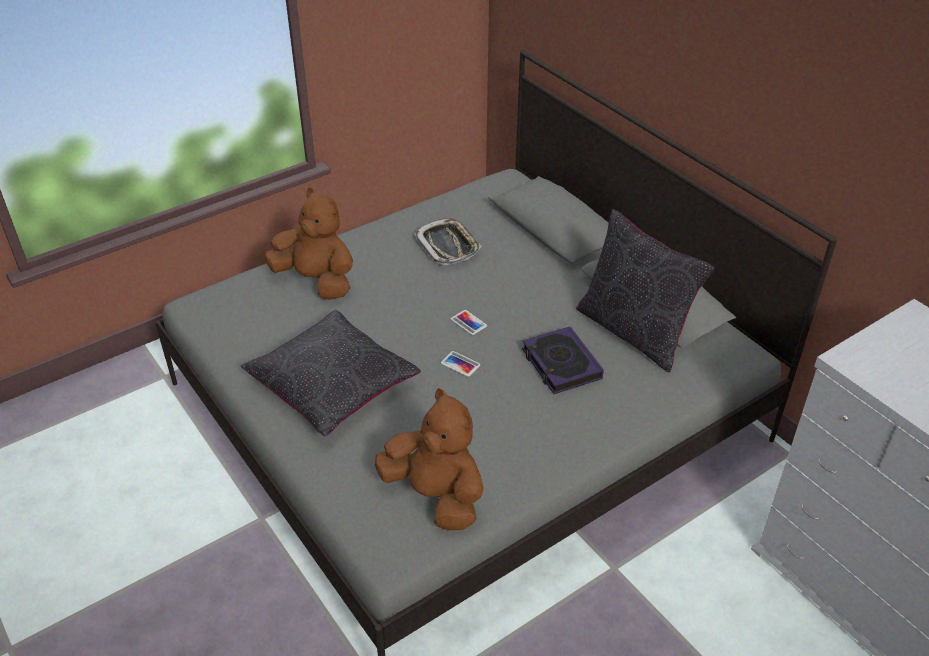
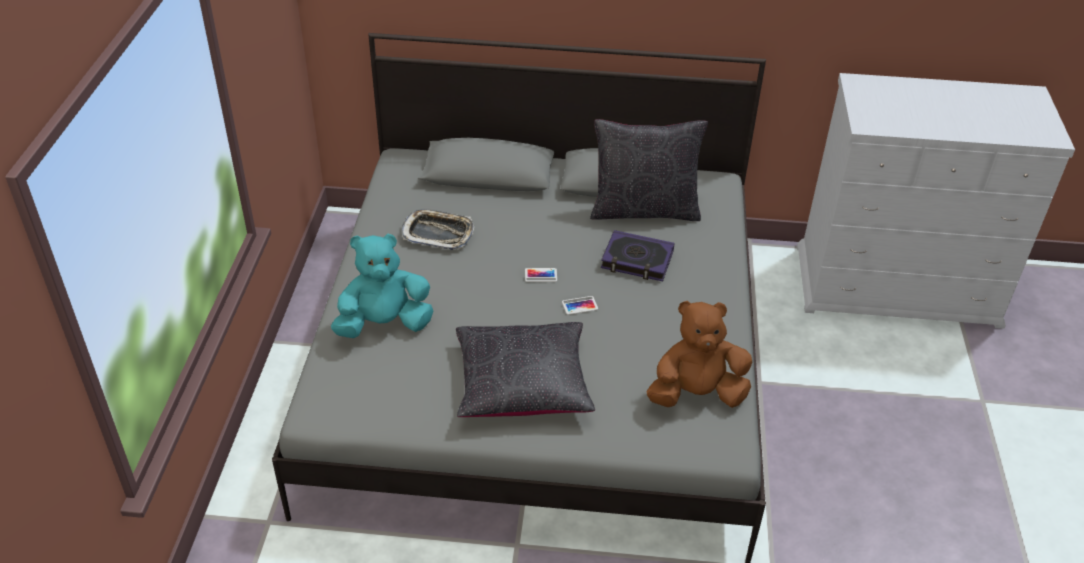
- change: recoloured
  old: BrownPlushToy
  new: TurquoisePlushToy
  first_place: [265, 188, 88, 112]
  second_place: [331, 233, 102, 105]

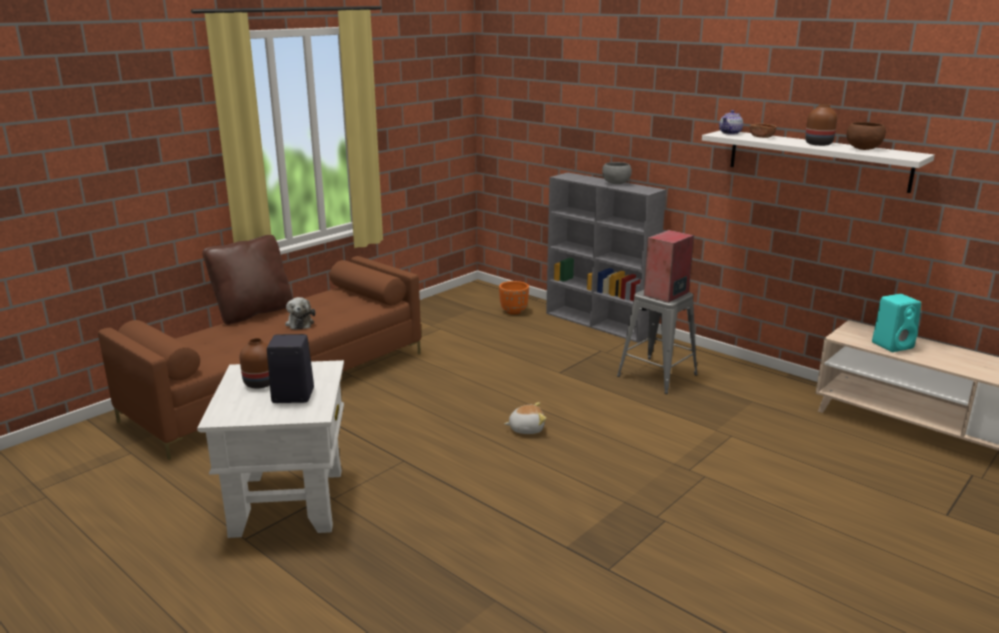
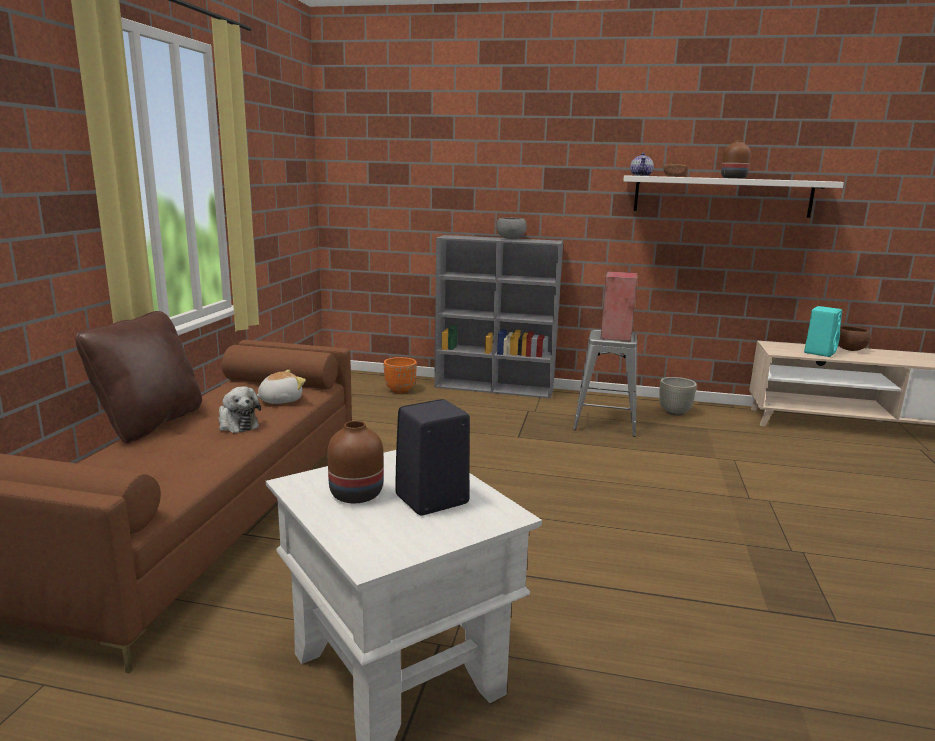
- change: moved
  old: BrownBowl
  first_place: [847, 122, 39, 28]
  second_place: [838, 326, 33, 25]
- change: moved
  old: PlushToy
  first_place: [504, 402, 42, 32]
  second_place: [257, 370, 49, 34]
- change: added
  new: GreyPlanter
  second_place: [659, 377, 38, 39]

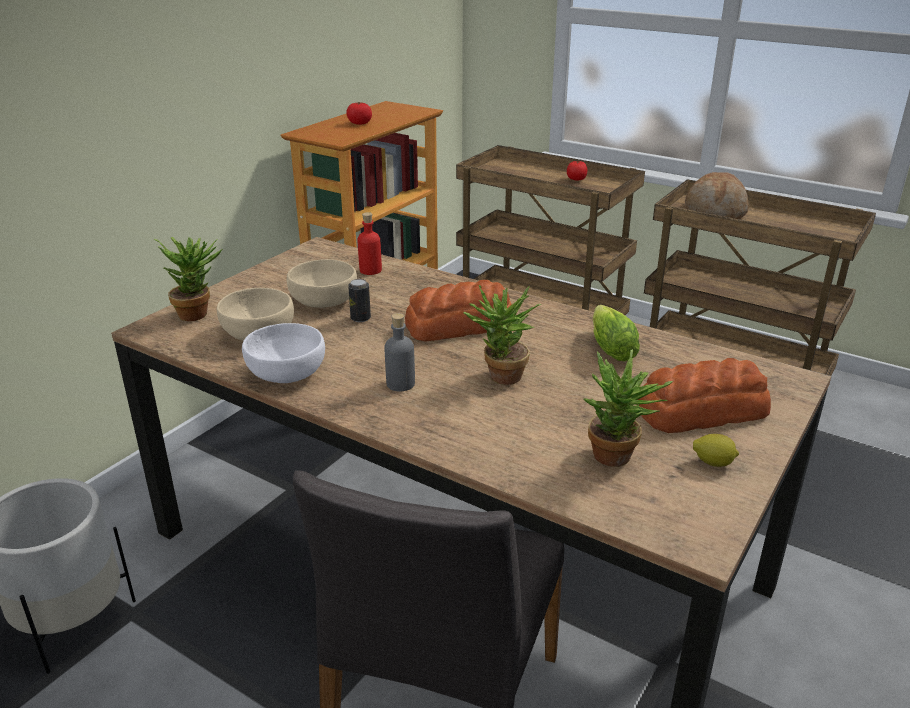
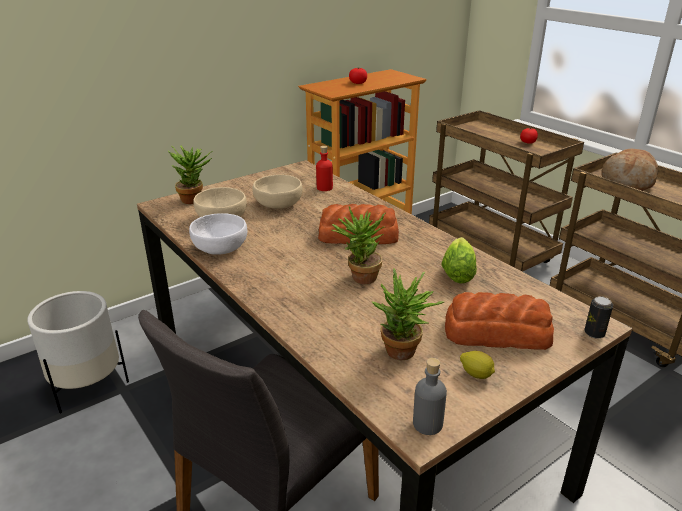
- change: moved
  old: Can
  first_place: [348, 279, 23, 43]
  second_place: [584, 296, 29, 42]
- change: moved
  old: GreyBottle
  first_place: [384, 313, 31, 79]
  second_place: [413, 358, 34, 77]

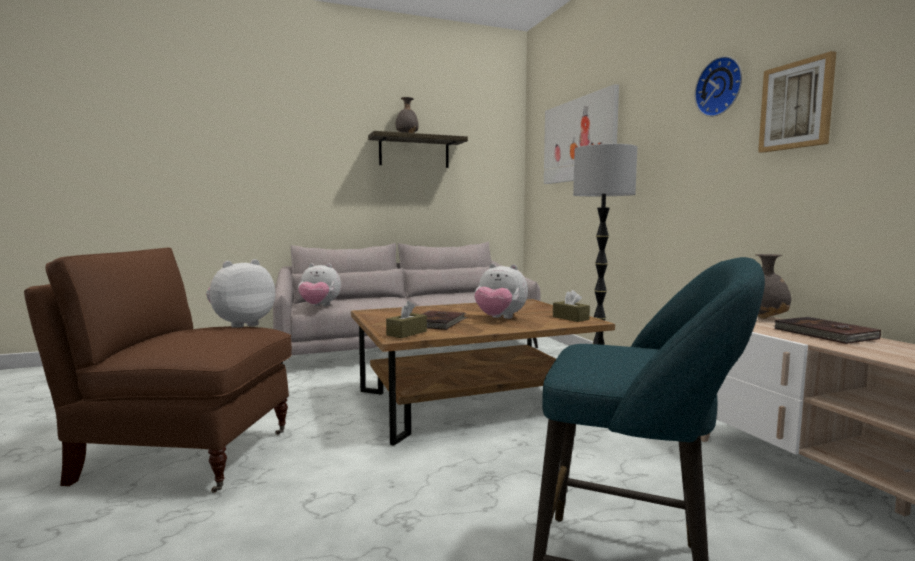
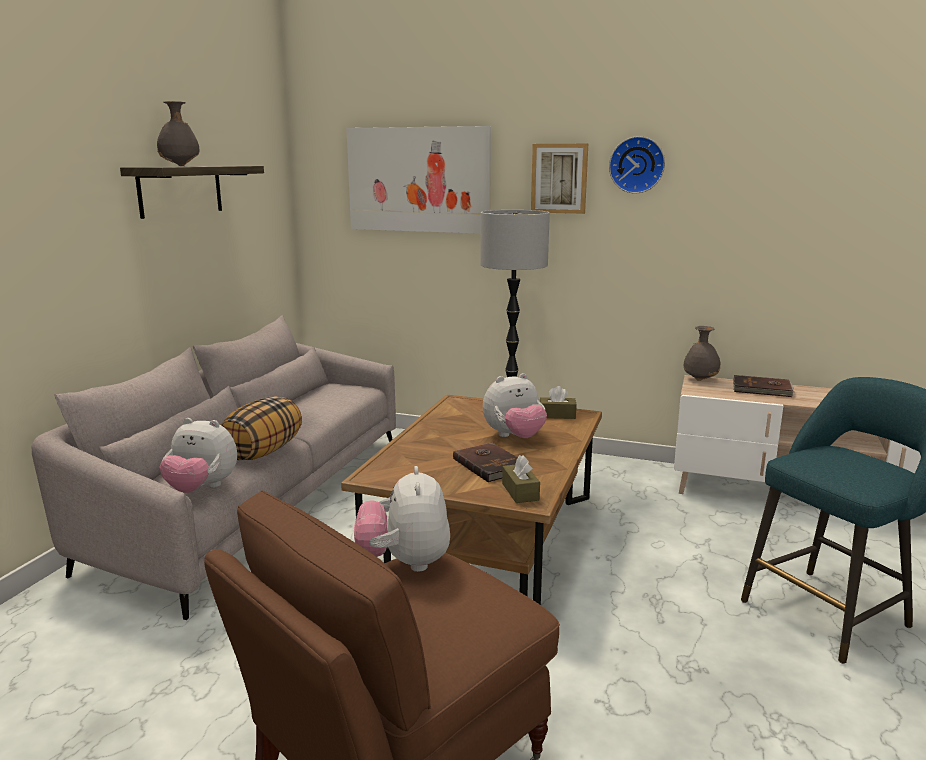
- change: moved
  old: Picture
  first_place: [758, 51, 78, 102]
  second_place: [531, 144, 57, 70]
- change: turned
  old: PlushToy
  first_place: [298, 263, 43, 43]
  second_place: [160, 418, 77, 75]
  degrees: 60
- change: added
  new: Pillow
  second_place: [221, 396, 81, 64]

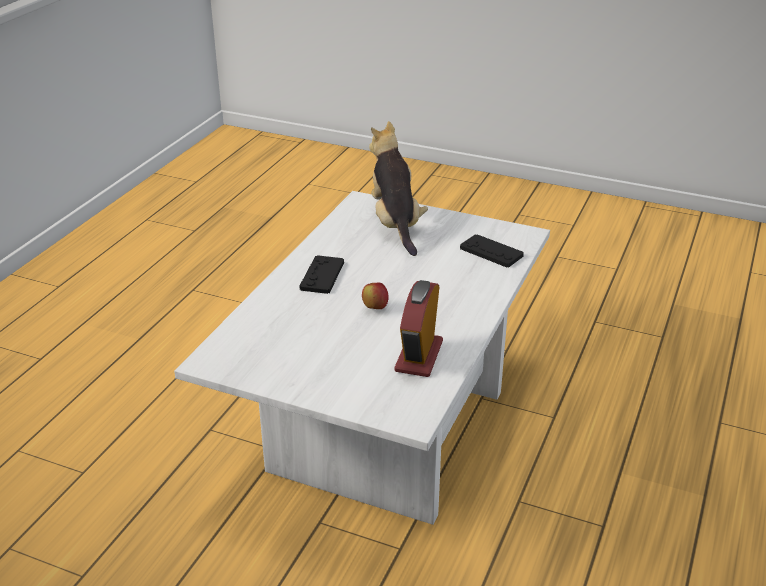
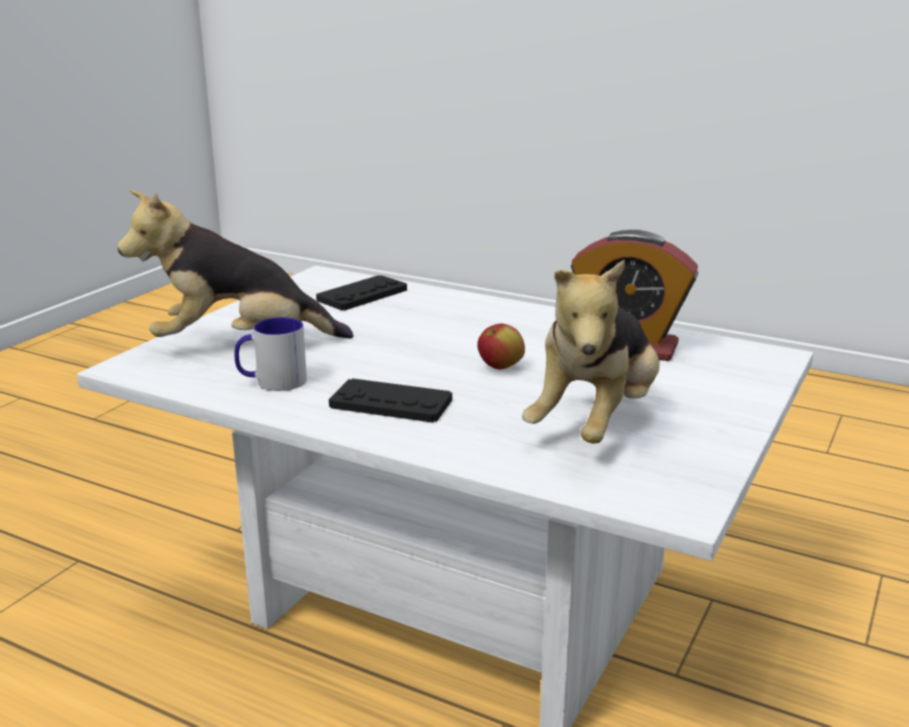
- change: added
  new: PlushToy
  second_place: [522, 259, 137, 185]
- change: added
  new: Mug
  second_place: [234, 317, 73, 74]

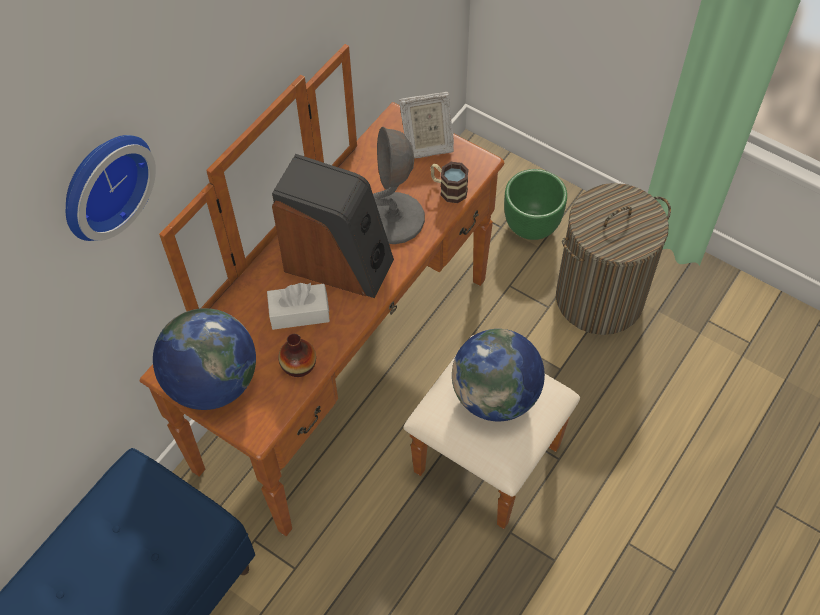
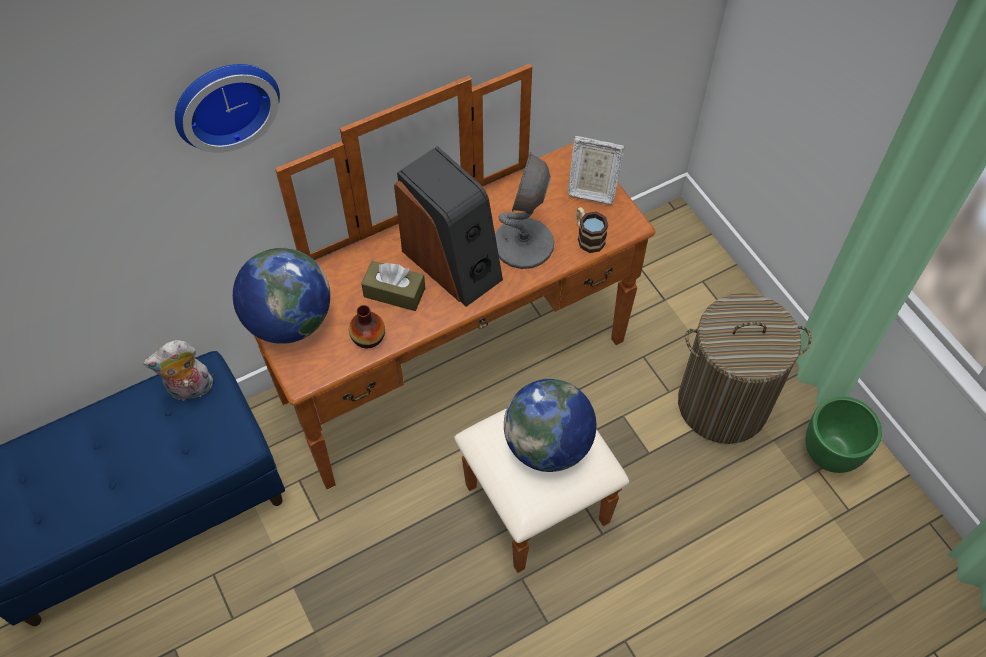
- change: moved
  old: GreenPlanter
  first_place: [504, 169, 63, 71]
  second_place: [805, 396, 77, 77]
- change: recoloured
  old: WhiteTissueBox
  new: BrownTissueBox
  first_place: [267, 283, 63, 47]
  second_place: [361, 261, 64, 50]
- change: added
  new: PlushToy
  second_place: [143, 340, 70, 61]

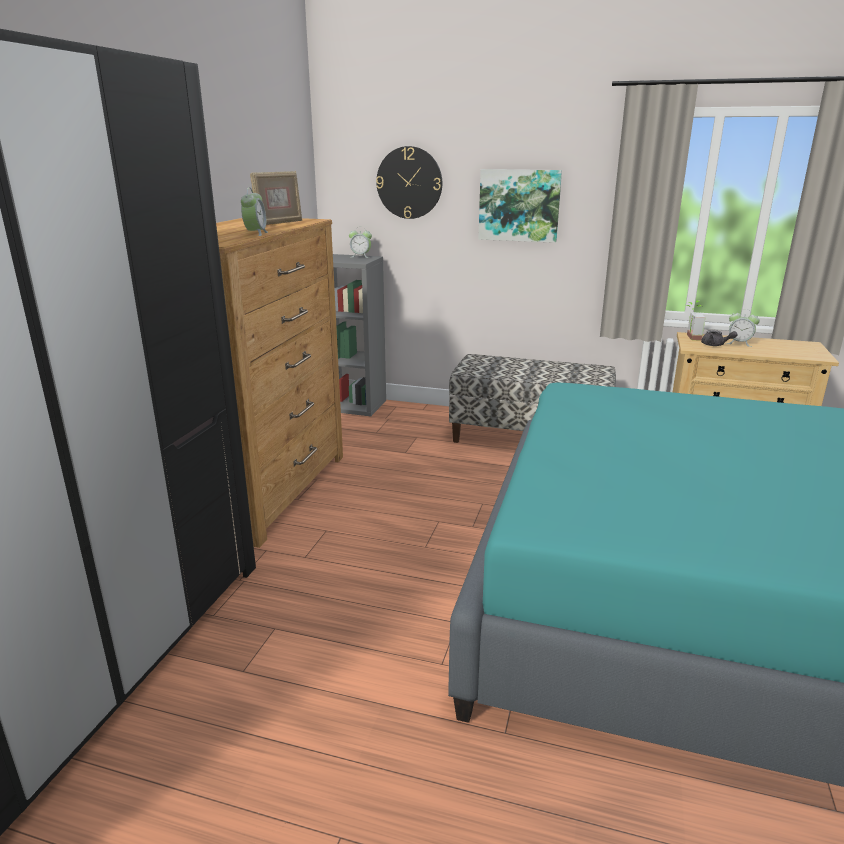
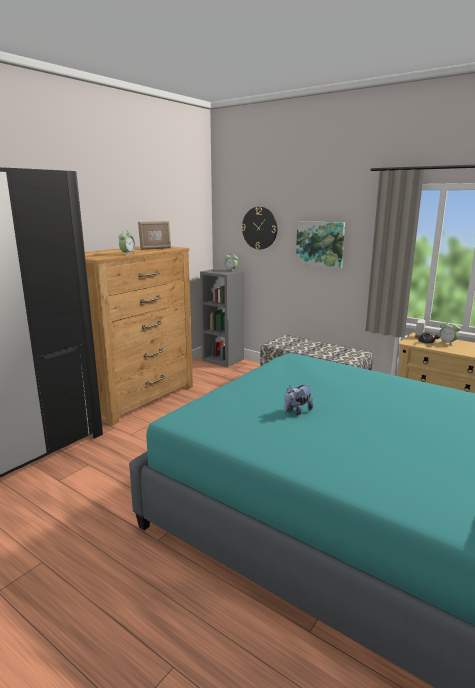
- change: added
  new: PlushToy
  second_place: [284, 385, 29, 30]

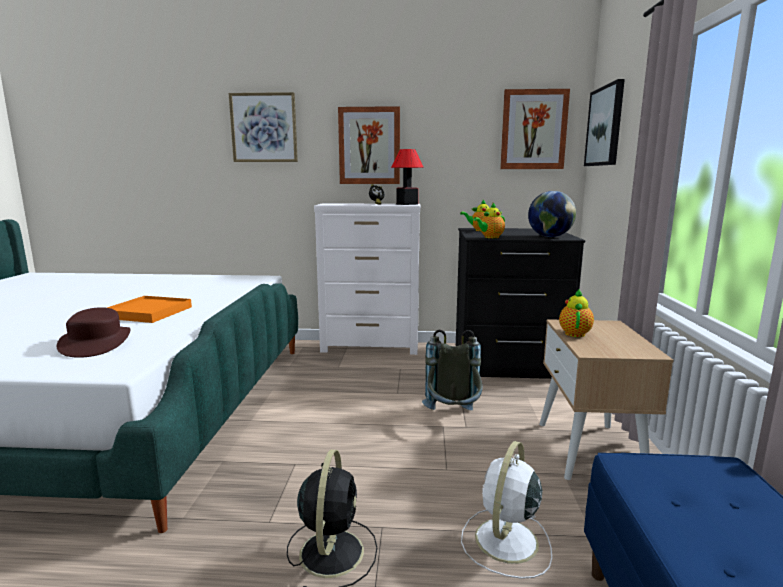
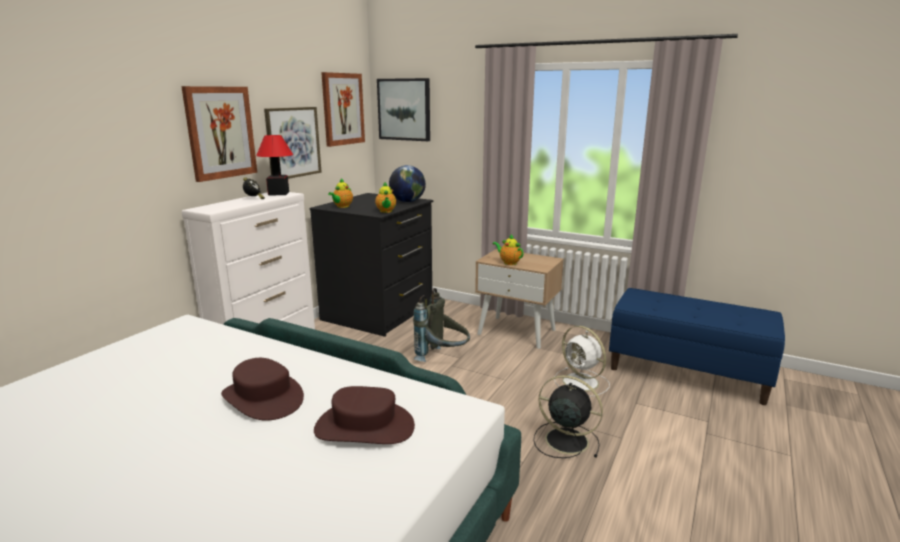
- change: moved
  old: Picture
  first_place: [229, 92, 69, 70]
  second_place: [264, 107, 57, 72]
- change: replaced
  old: OrangeTray
  new: BrownHat
  first_place: [107, 296, 85, 27]
  second_place: [221, 358, 83, 63]

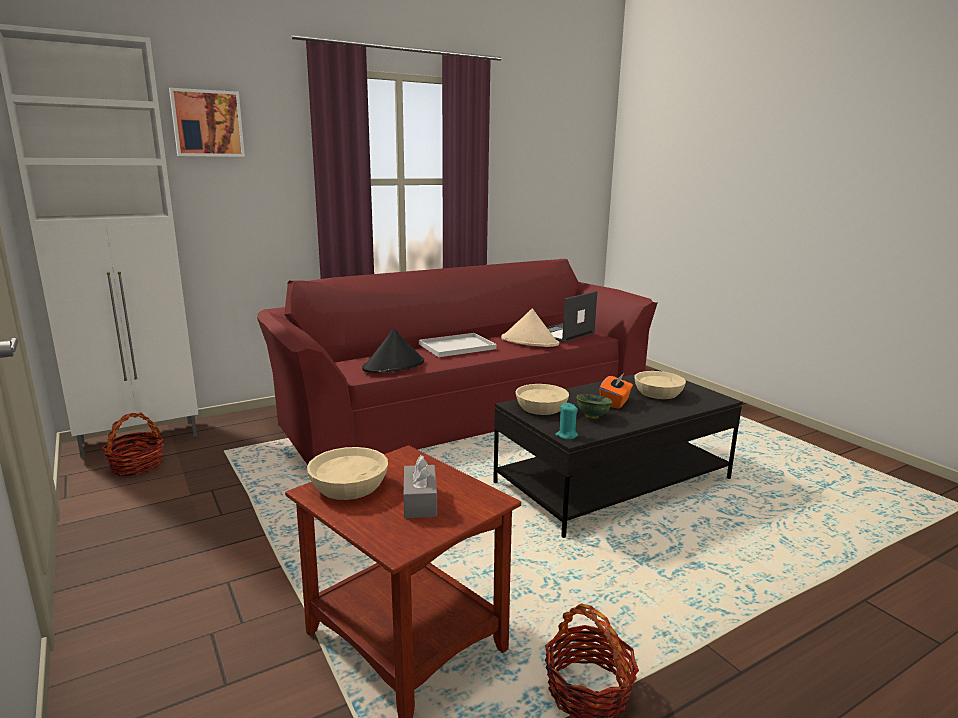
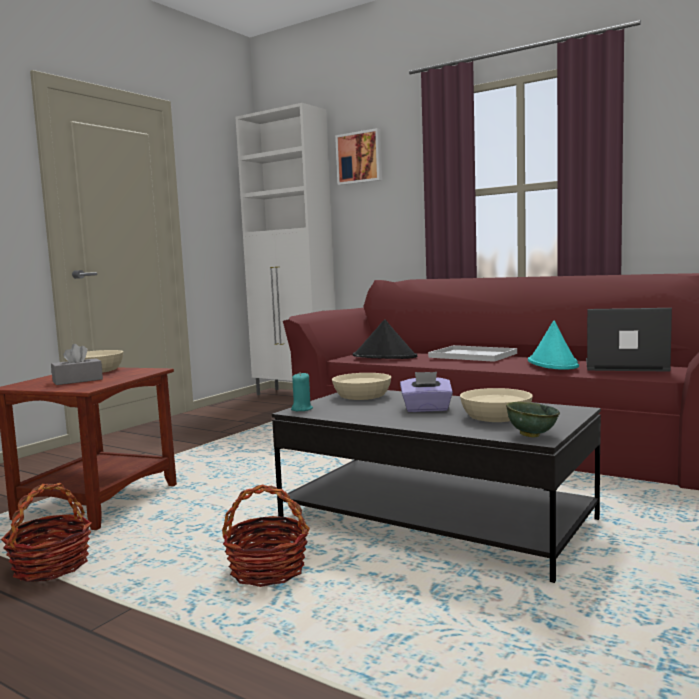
- change: recoloured
  old: BeigeHat
  new: TurquoiseHat
  first_place: [501, 309, 58, 38]
  second_place: [528, 320, 51, 50]
- change: recoloured
  old: OrangeTissueBox
  new: PurpleTissueBox
  first_place: [599, 373, 34, 36]
  second_place: [400, 372, 53, 40]
- change: moved
  old: GreenBowl
  first_place: [576, 394, 37, 25]
  second_place: [506, 402, 54, 35]
- change: moved
  old: Basket
  first_place: [102, 412, 62, 64]
  second_place: [222, 484, 88, 103]

